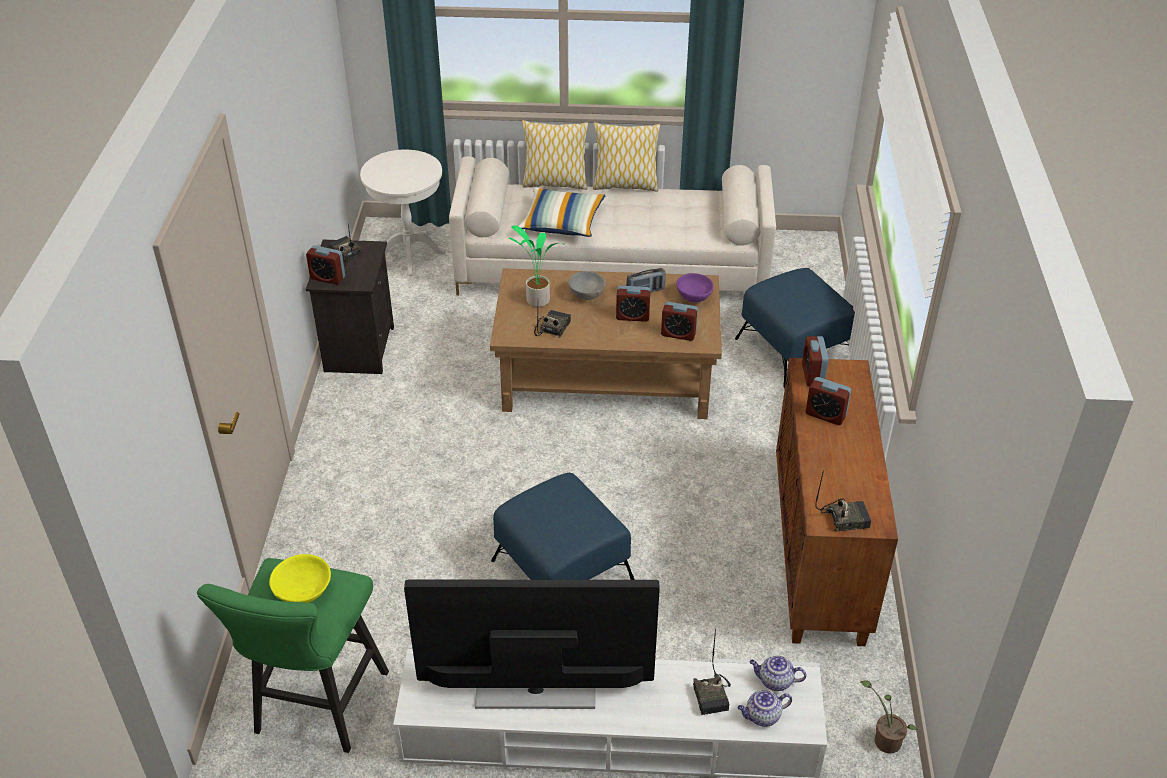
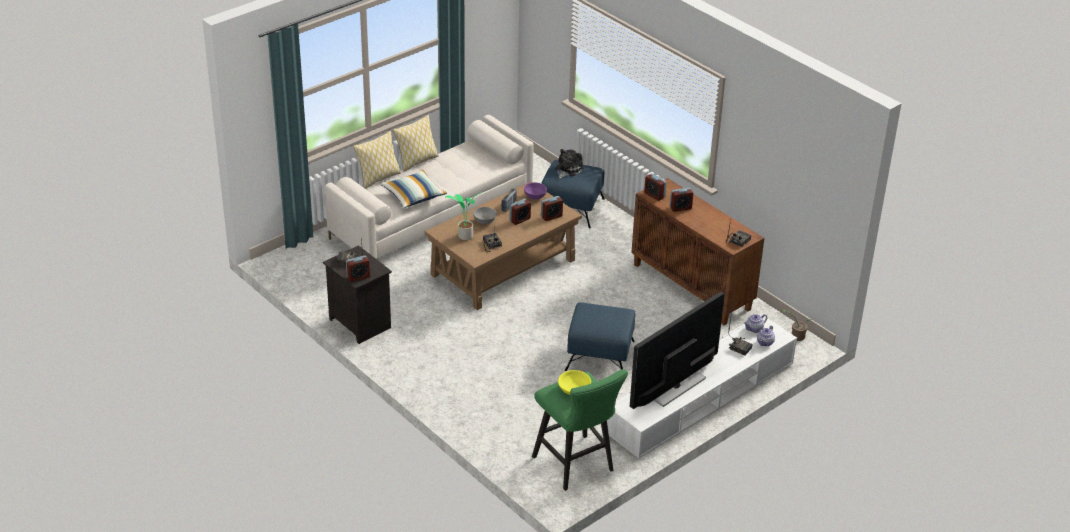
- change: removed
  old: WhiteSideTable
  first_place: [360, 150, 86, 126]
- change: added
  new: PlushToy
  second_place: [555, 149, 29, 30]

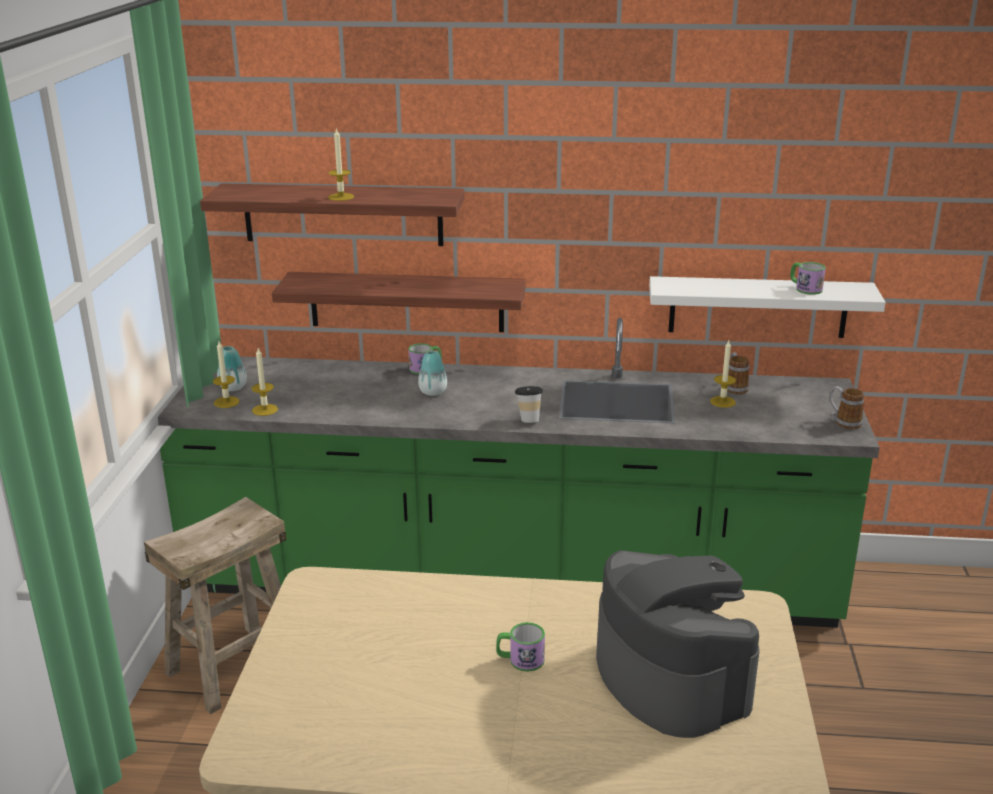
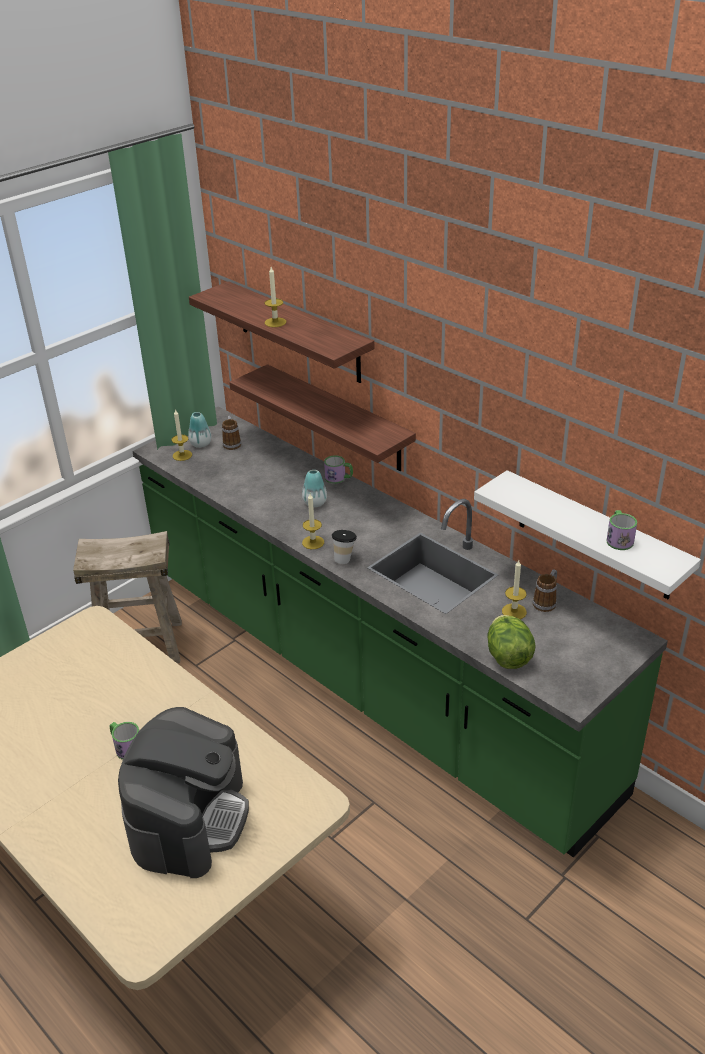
- change: moved
  old: Candle
  first_place: [251, 348, 27, 68]
  second_place: [302, 494, 22, 55]
- change: moved
  old: Mug
  first_place: [829, 386, 35, 43]
  second_place: [222, 416, 19, 34]
- change: added
  new: Lettuce
  second_place: [487, 615, 49, 54]

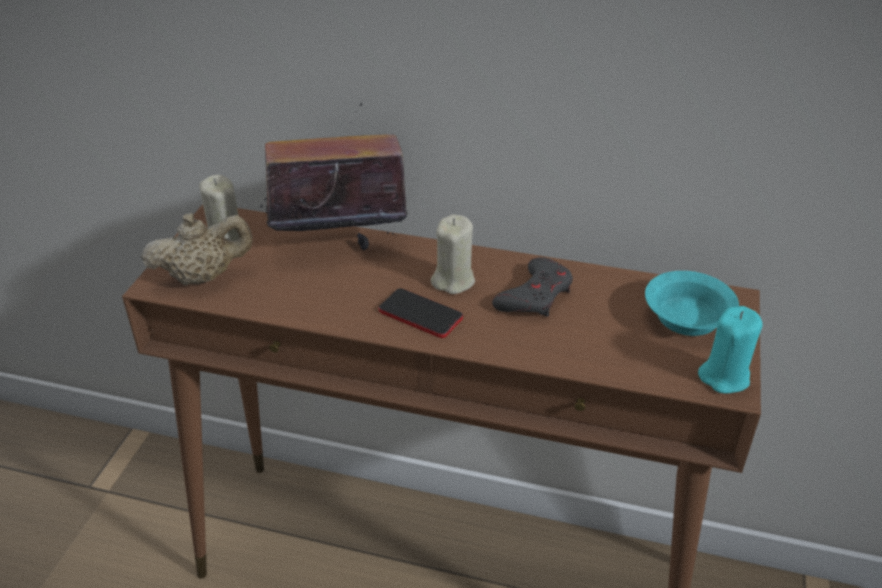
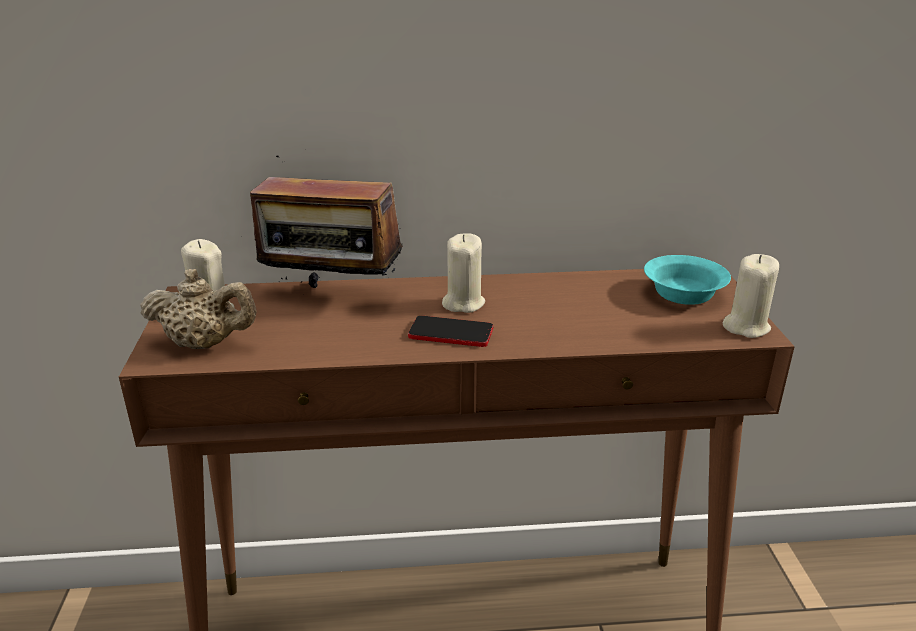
- change: turned
  old: Radio
  first_place: [260, 103, 159, 148]
  second_place: [250, 155, 153, 133]
  degrees: -135
- change: turned
  old: BeigeTeapot
  first_place: [141, 213, 112, 73]
  second_place: [140, 269, 117, 80]
  degrees: 45
- change: removed
  old: GreyGameController
  first_place: [492, 257, 81, 60]
- change: recoloured
  old: TurquoiseCandle
  new: BeigeCandle
  first_place: [698, 306, 65, 87]
  second_place: [723, 254, 56, 84]

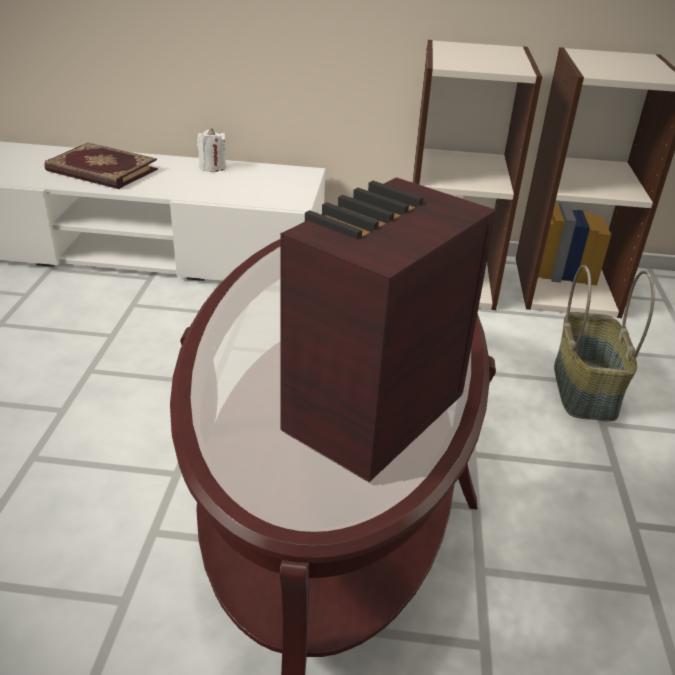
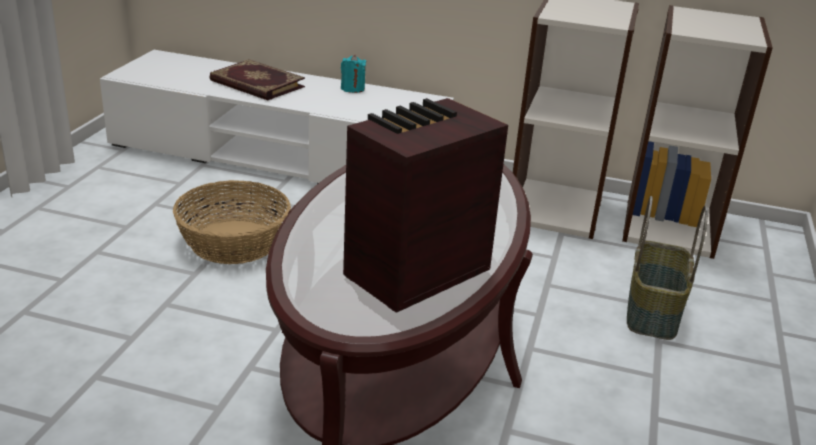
- change: recoloured
  old: WhiteCandle
  new: TurquoiseCandle
  first_place: [197, 128, 29, 44]
  second_place: [341, 55, 25, 38]
- change: added
  new: Basket
  second_place: [173, 180, 118, 84]

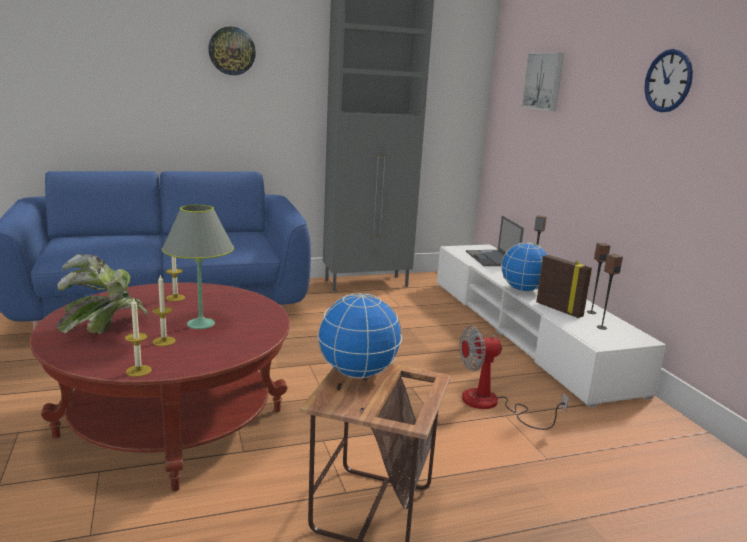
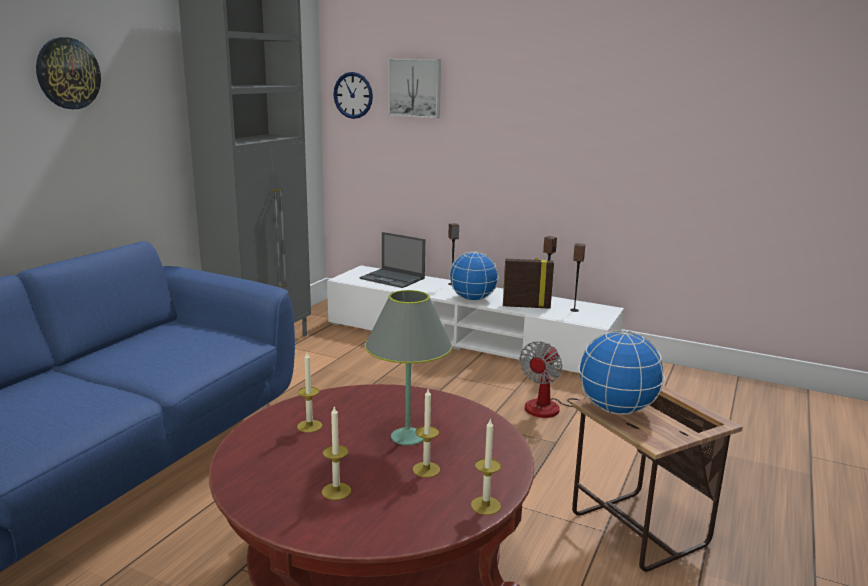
- change: moved
  old: WallClock
  first_place: [644, 49, 49, 63]
  second_place: [333, 72, 40, 47]
- change: replaced
  old: PottedPlant
  new: Candle
  first_place: [57, 254, 91, 80]
  second_place: [322, 405, 29, 95]

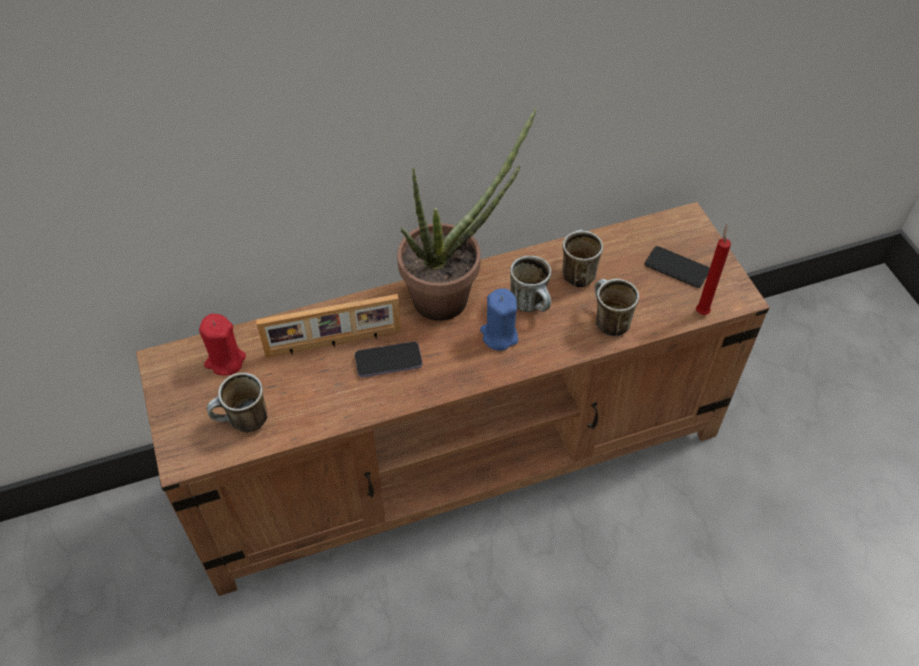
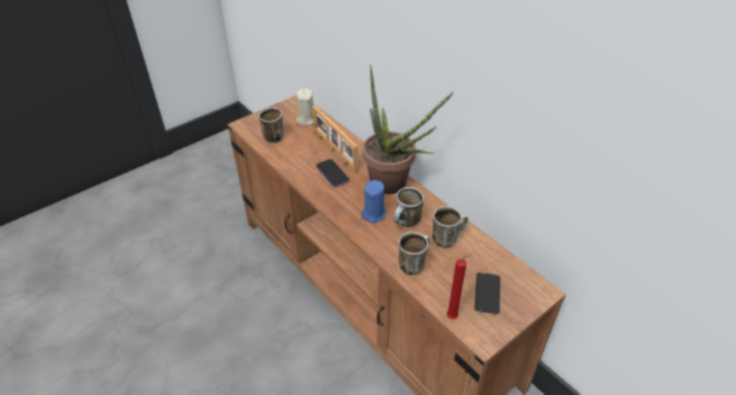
- change: recoloured
  old: RedCandle
  new: BeigeCandle
  first_place: [199, 314, 47, 62]
  second_place: [296, 88, 18, 38]

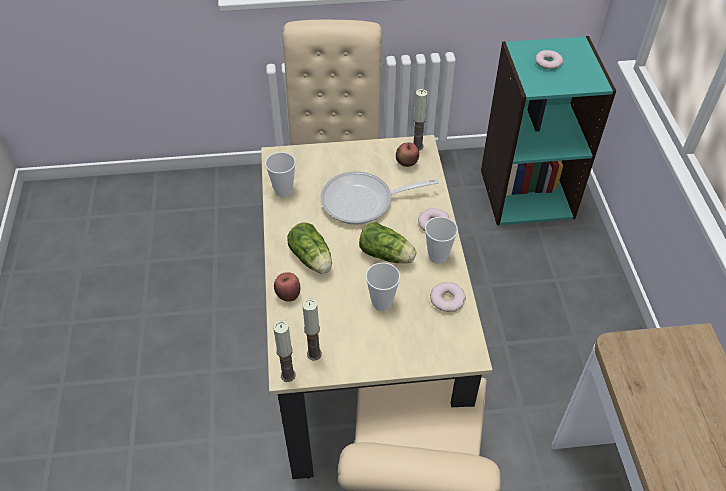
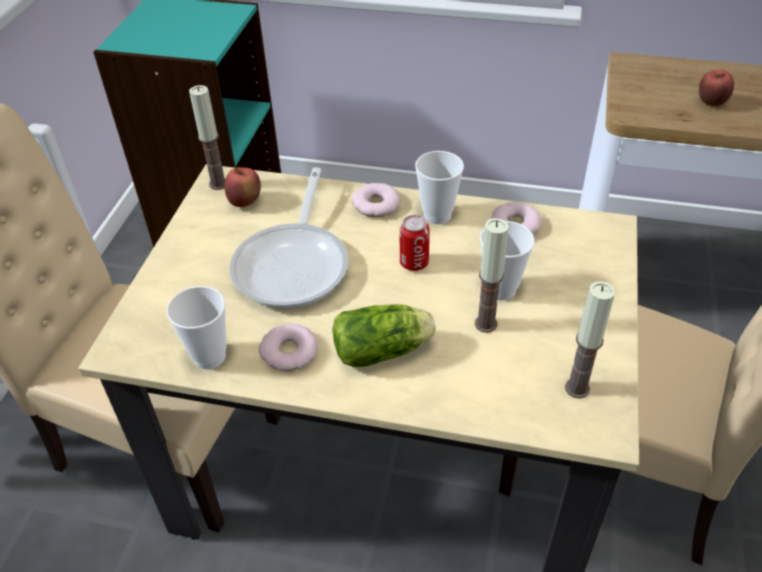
- change: moved
  old: Donut
  first_place: [535, 50, 28, 19]
  second_place: [259, 324, 59, 47]
- change: replaced
  old: Lettuce
  new: Can
  first_place: [359, 222, 57, 42]
  second_place: [400, 215, 30, 56]
- change: moved
  old: Apple
  first_place: [274, 272, 26, 30]
  second_place: [699, 69, 35, 37]
- change: moved
  old: Candle
  first_place: [273, 320, 23, 62]
  second_place: [475, 218, 34, 115]

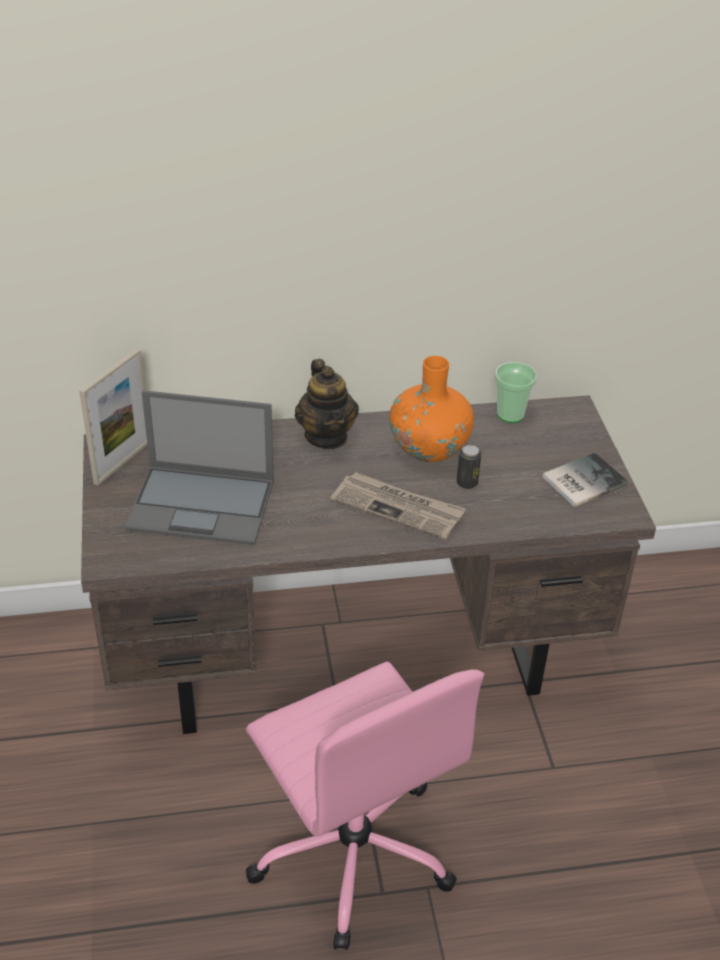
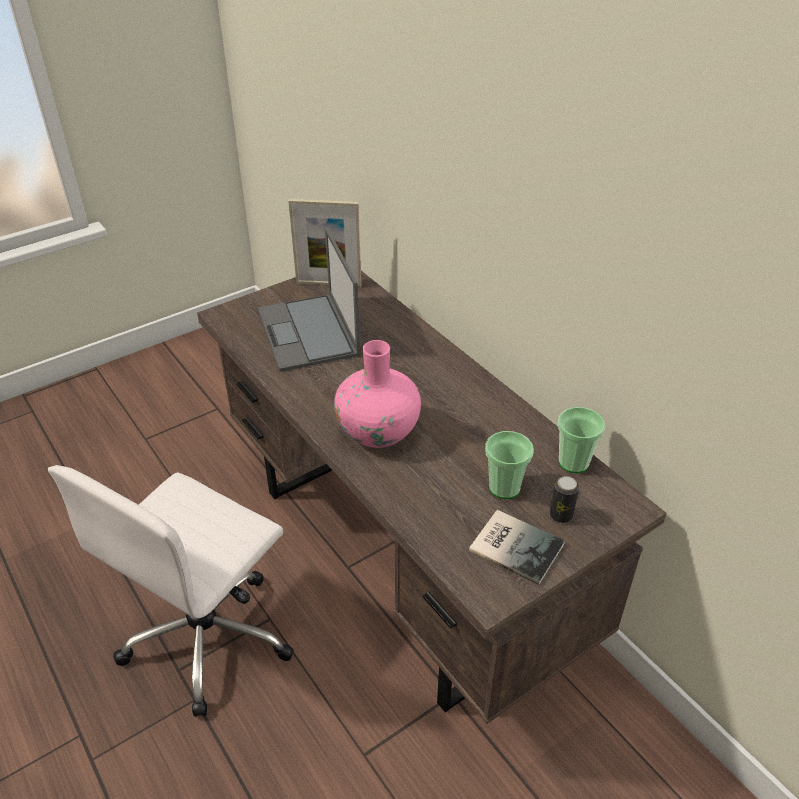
- change: removed
  old: OrangeVase
  first_place: [389, 356, 85, 106]
- change: removed
  old: Teapot
  first_place: [295, 359, 64, 90]
- change: moved
  old: Can
  first_place: [457, 445, 24, 44]
  second_place: [550, 476, 29, 47]
- change: replaced
  old: Newspaper
  new: PinkVase
  first_place: [331, 472, 135, 68]
  second_place: [334, 340, 87, 108]
- change: recoloured
  old: PinkOfficeChair
  new: WhiteOfficeChair
  first_place: [245, 662, 239, 288]
  second_place: [48, 465, 246, 252]
- change: added
  new: Cup
  second_place: [485, 431, 49, 68]

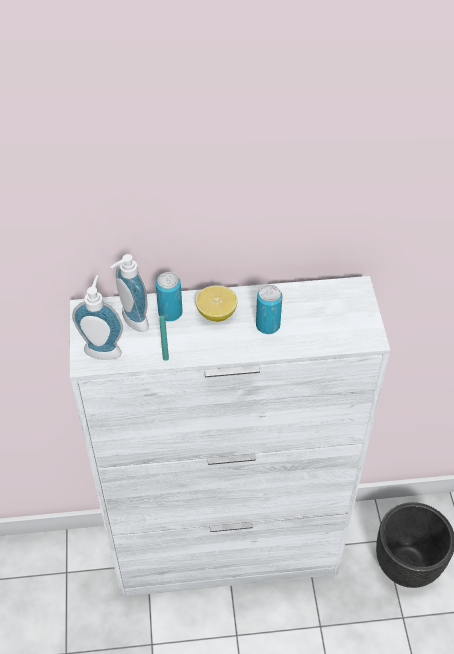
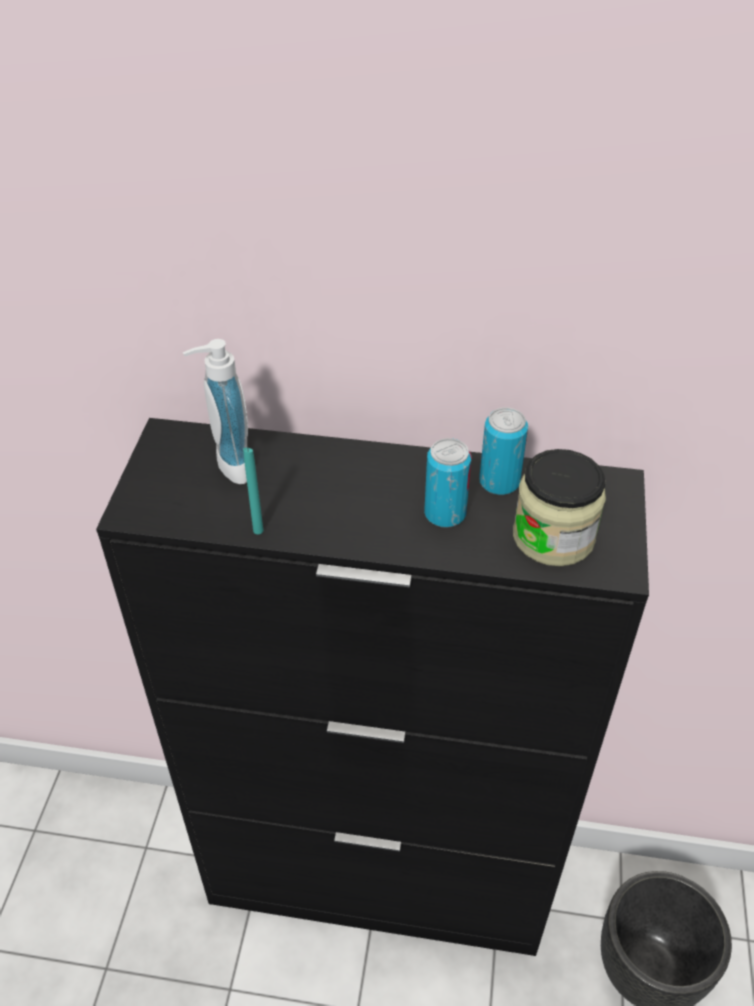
- change: moved
  old: Can
  first_place: [156, 272, 26, 49]
  second_place: [479, 408, 49, 87]
- change: removed
  old: SoapDispenser
  first_place: [72, 275, 51, 85]
- change: recoloured
  old: WhiteCabinet
  new: BlackCabinet
  first_place: [70, 276, 320, 321]
  second_place: [96, 418, 553, 538]
- change: removed
  old: Lemon
  first_place: [196, 285, 41, 37]
- change: added
  new: Jar
  second_place: [513, 449, 93, 117]

